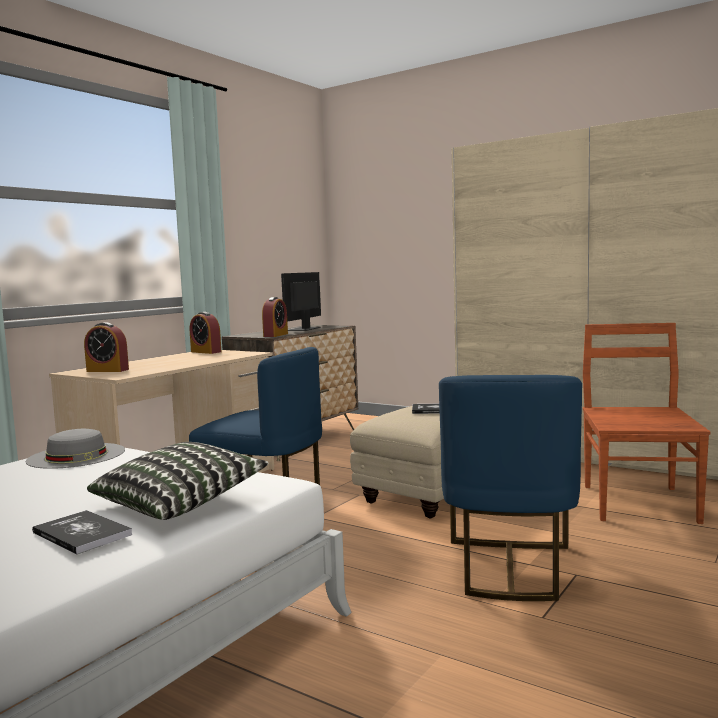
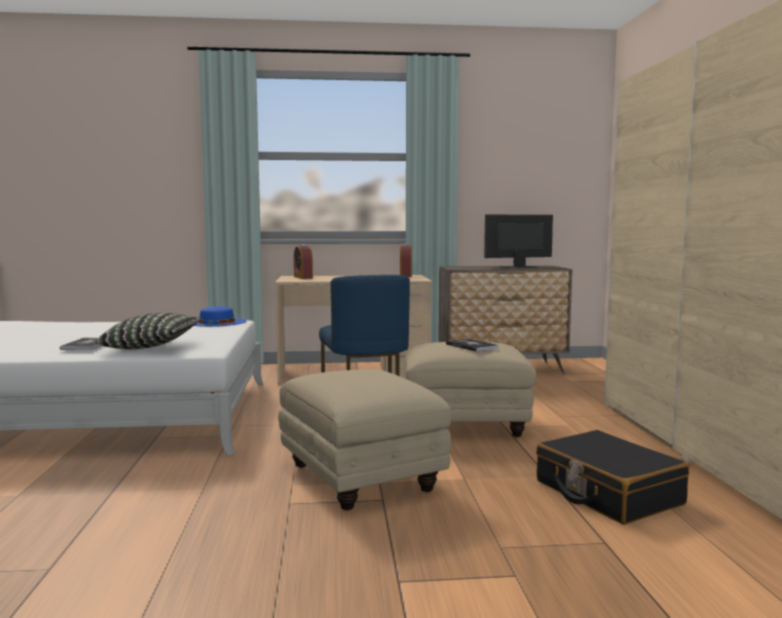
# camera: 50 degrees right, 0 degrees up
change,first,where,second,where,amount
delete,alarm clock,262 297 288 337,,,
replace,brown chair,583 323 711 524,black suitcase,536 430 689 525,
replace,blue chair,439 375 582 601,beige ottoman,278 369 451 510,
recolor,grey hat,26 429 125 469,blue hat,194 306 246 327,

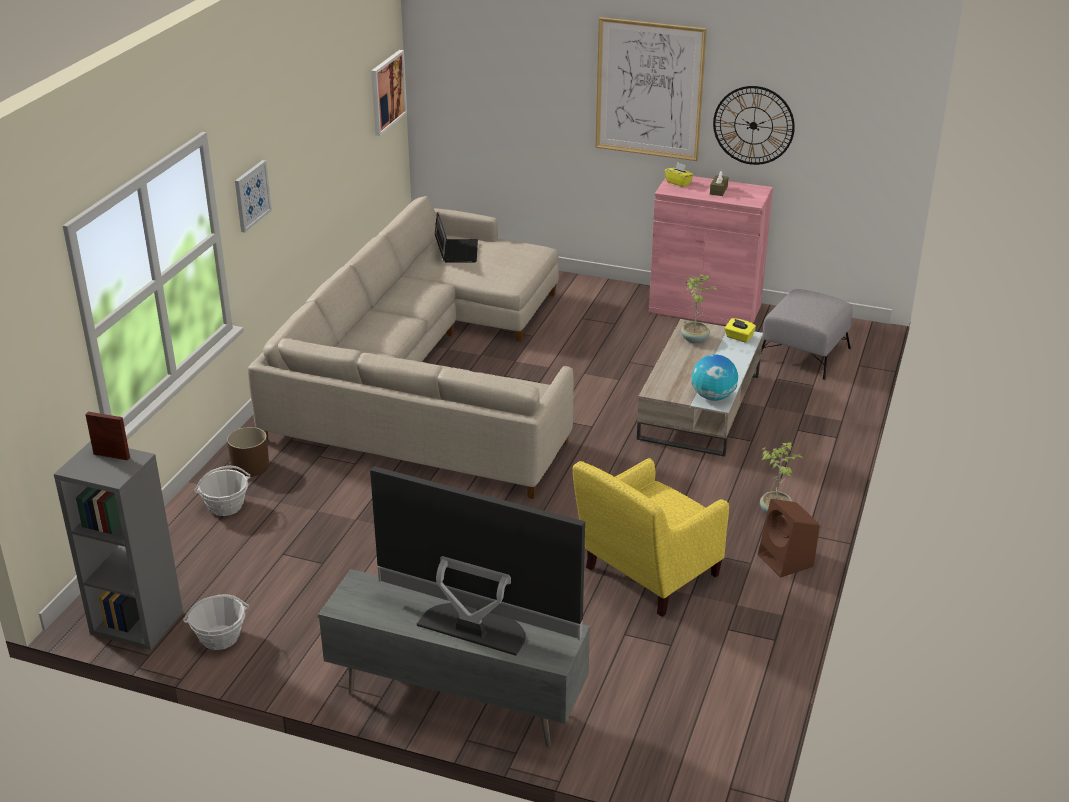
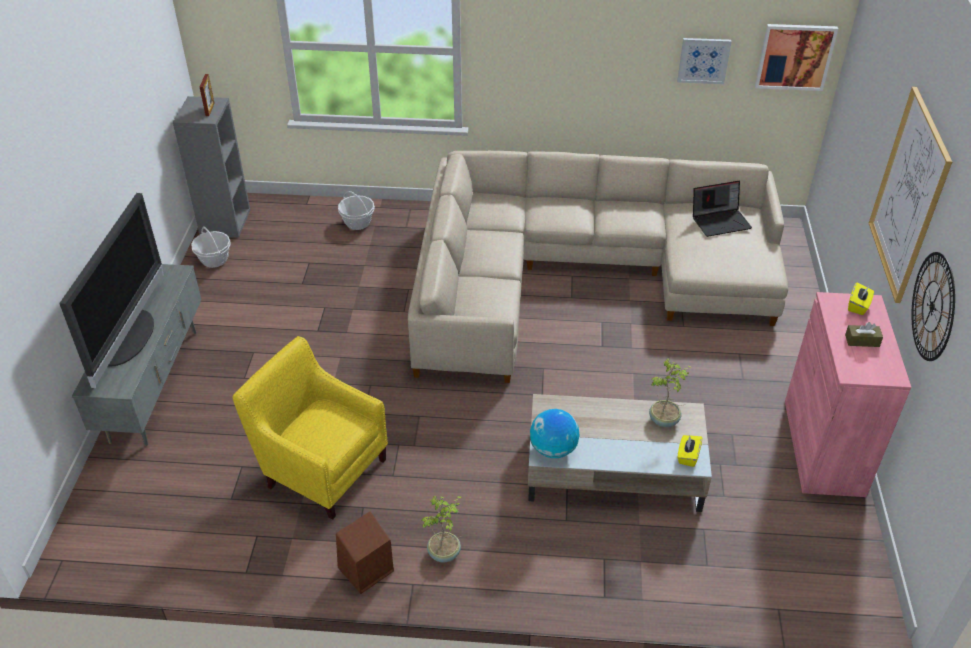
# camera: 75 degrees right, 10 degrees up
change,first,where,second,where,amount
move,picture,235 160 272 233,,677 38 732 84,
delete,grey ottoman,761 289 853 380,,,
delete,brown planter,227 427 269 477,,,

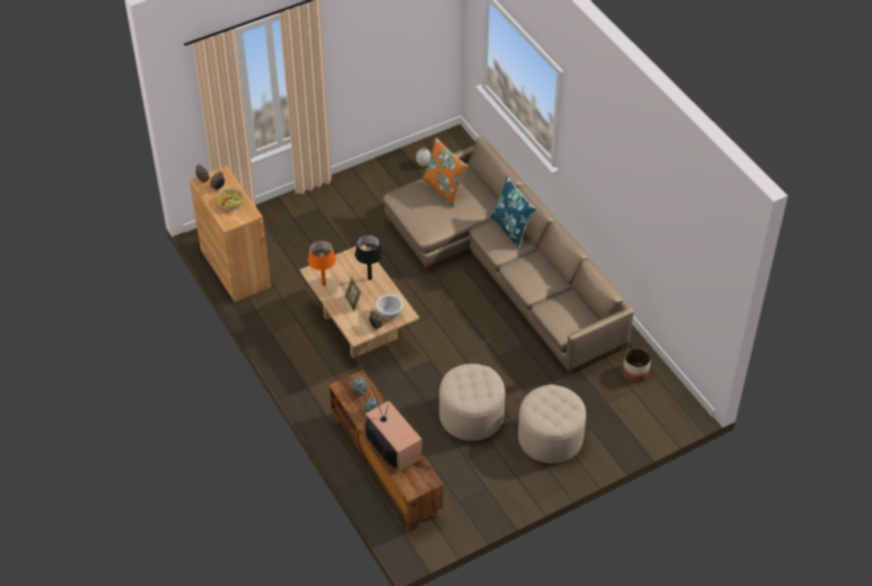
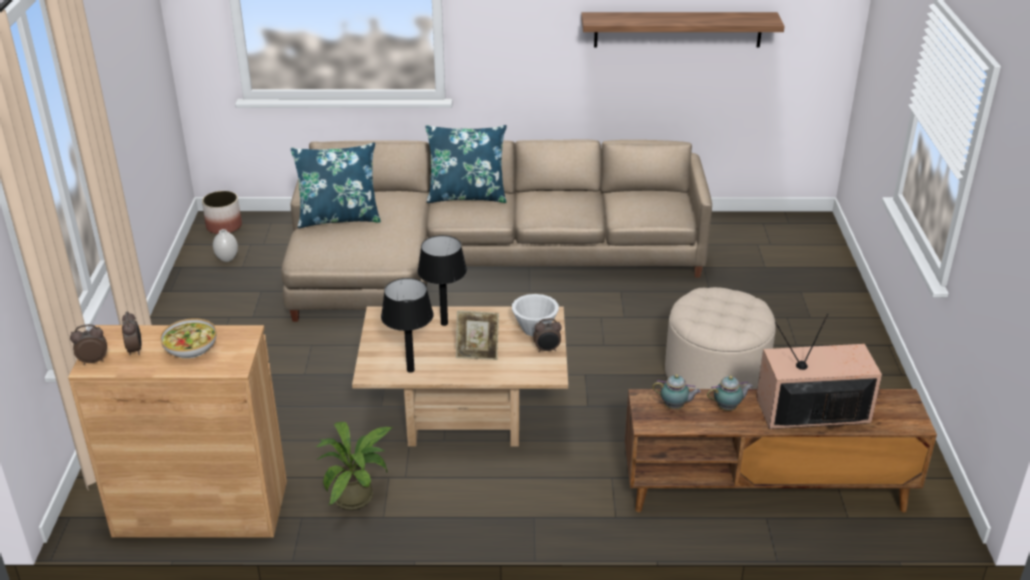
# camera: 60 degrees left, 15 degrees down
change,first,where,second,where,amount
recolor,orange pillow,421 137 469 208,blue pillow,291 142 381 228,
recolor,orange table lamp,308 240 336 286,black table lamp,381 278 434 373,
move,planter,623 348 651 382,,202 191 242 234,
delete,beige ottoman,518 384 586 464,,,
insert,,,shelf,581 12 785 48,
insert,,,potted plant,316 422 393 510,

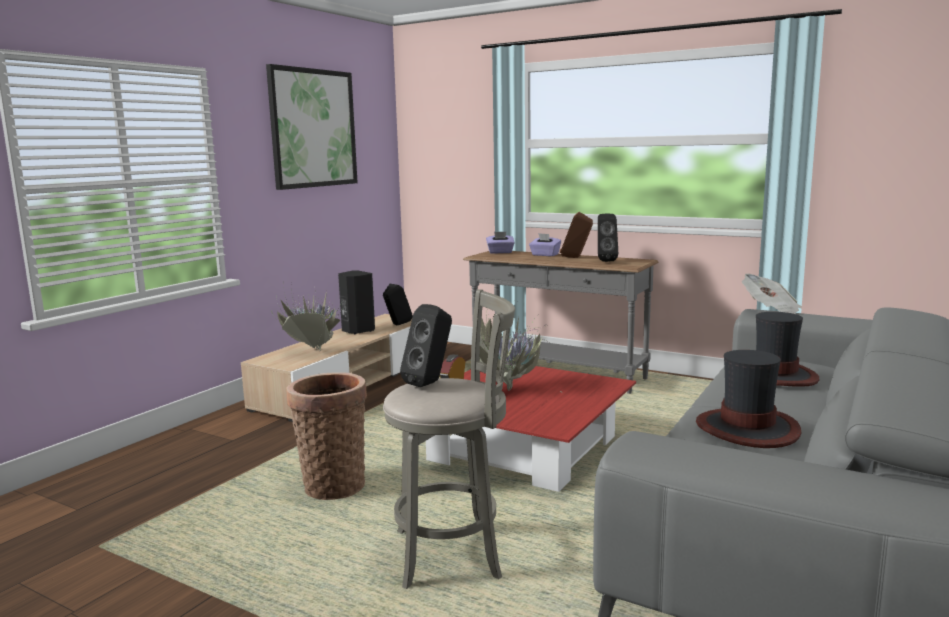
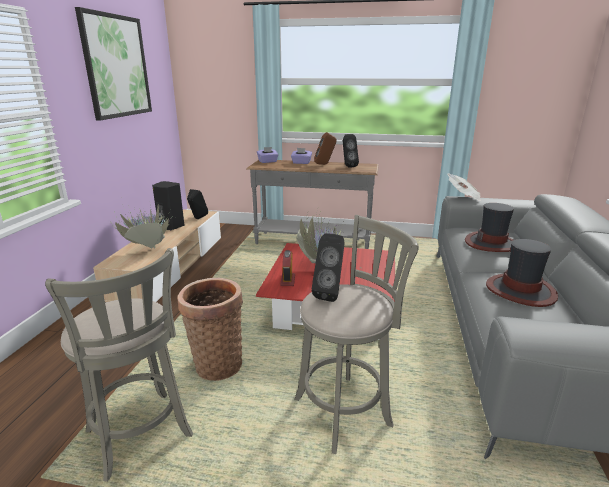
# camera: 20 degrees left, 10 degrees up
change,first,where,second,where,amount
insert,,,grey stool,45 248 193 482,

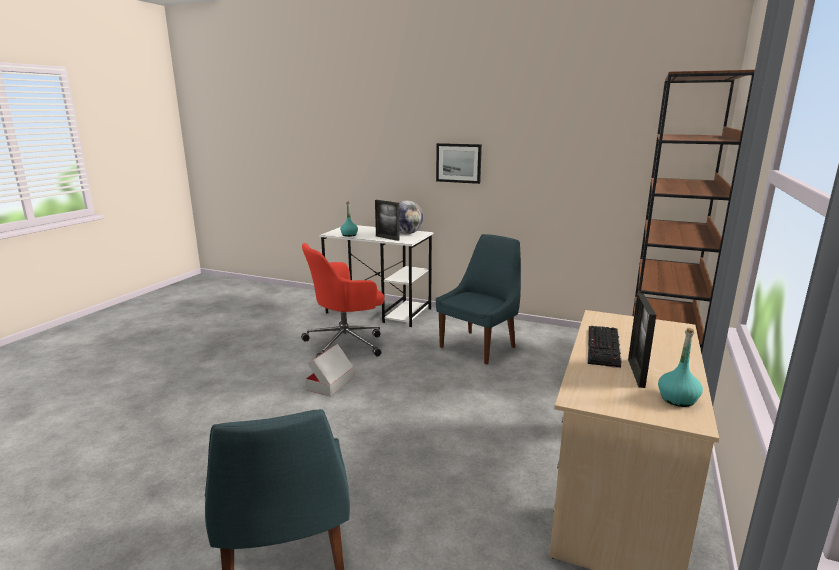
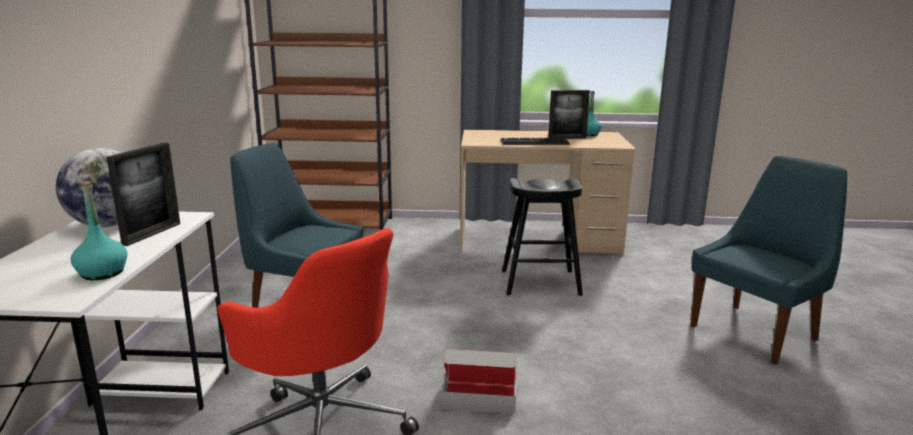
# camera: 110 degrees left, 0 degrees up
change,first,where,second,where,amount
delete,picture,436 143 482 184,,,
insert,,,black stool,502 178 583 296,

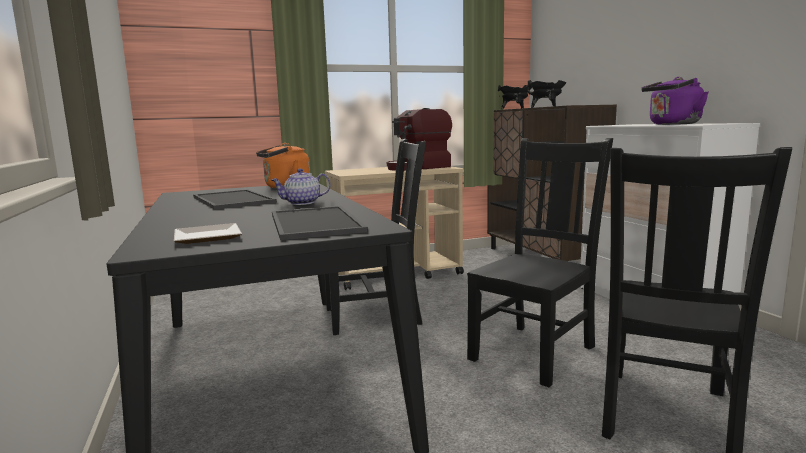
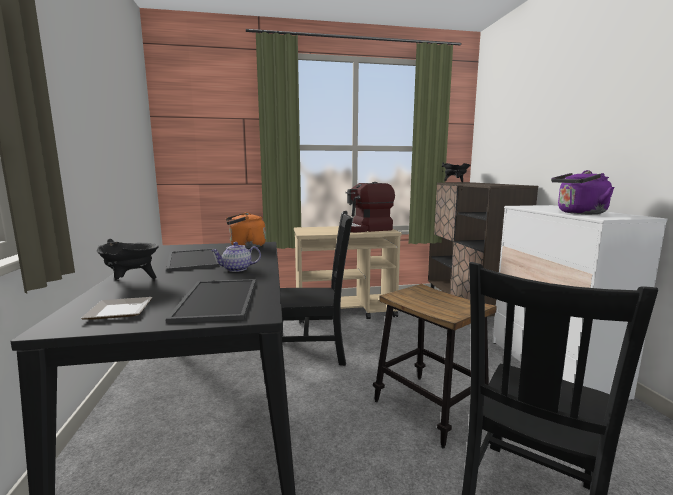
# camera: 10 degrees right, 0 degrees up
change,first,where,second,where,amount
move,black cooking pot,526 80 566 108,,97 238 159 280,
replace,black chair,467 138 613 387,stool,373 284 497 449,

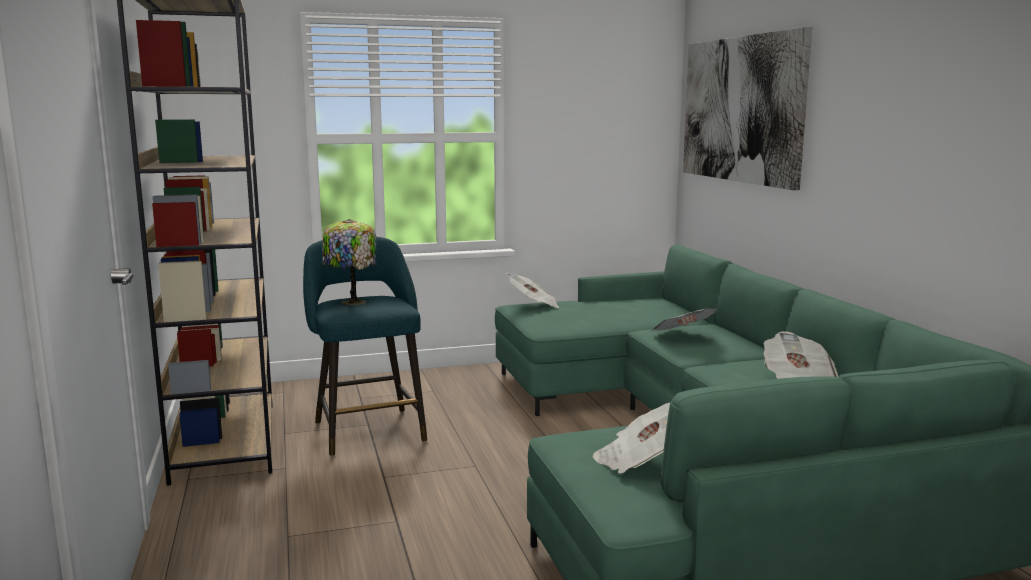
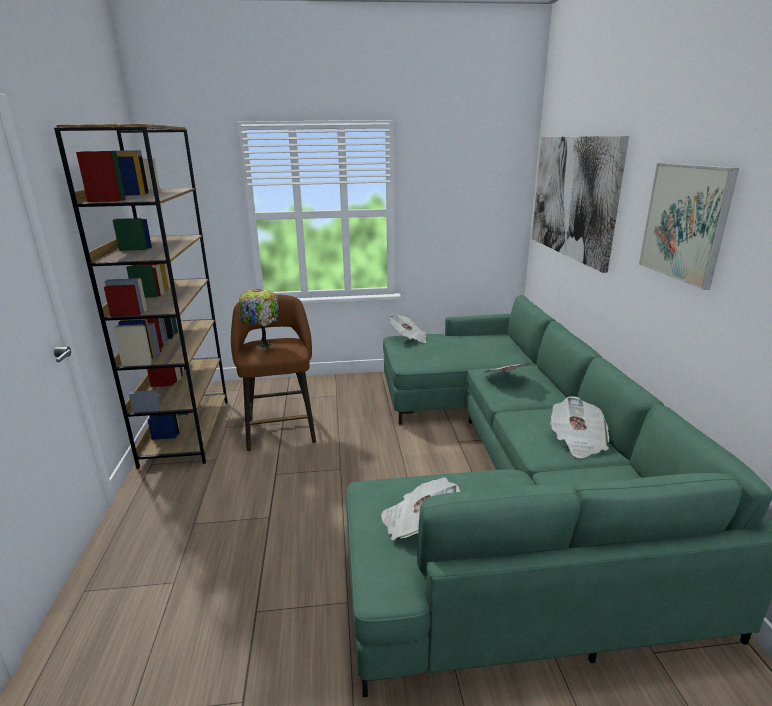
# camera: 10 degrees right, 10 degrees up
change,first,where,second,where,amount
recolor,turquoise stool,303 237 427 457,brown stool,231 294 316 452,
insert,,,picture,639 163 739 290,

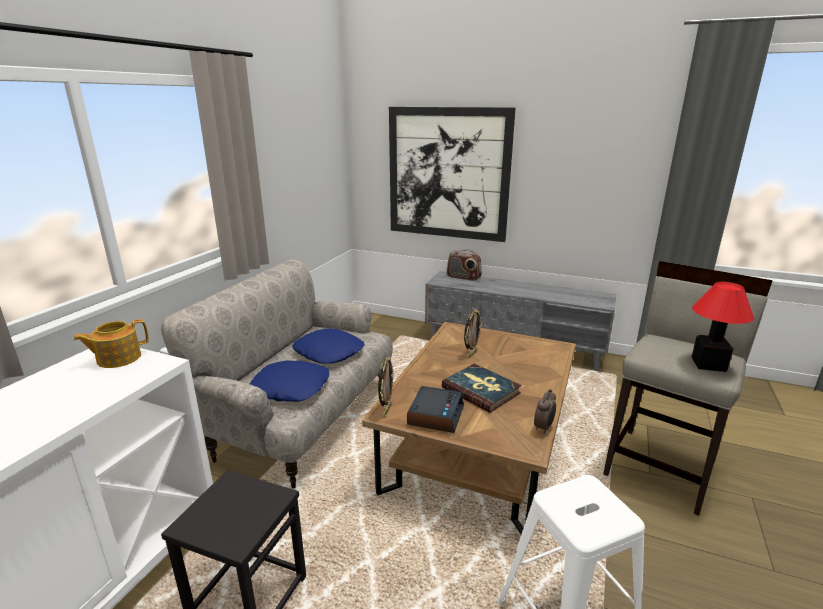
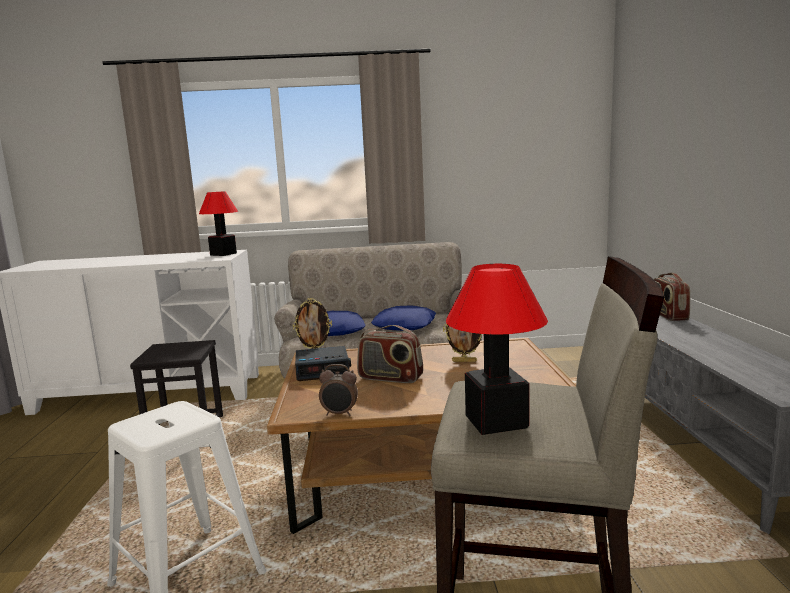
# camera: 65 degrees right, 10 degrees down
change,first,where,second,where,amount
delete,picture,389 107 516 242,,,
replace,teapot,73 319 149 368,table lamp,199 192 238 256,
replace,book,442 363 522 413,radio,357 325 423 383,

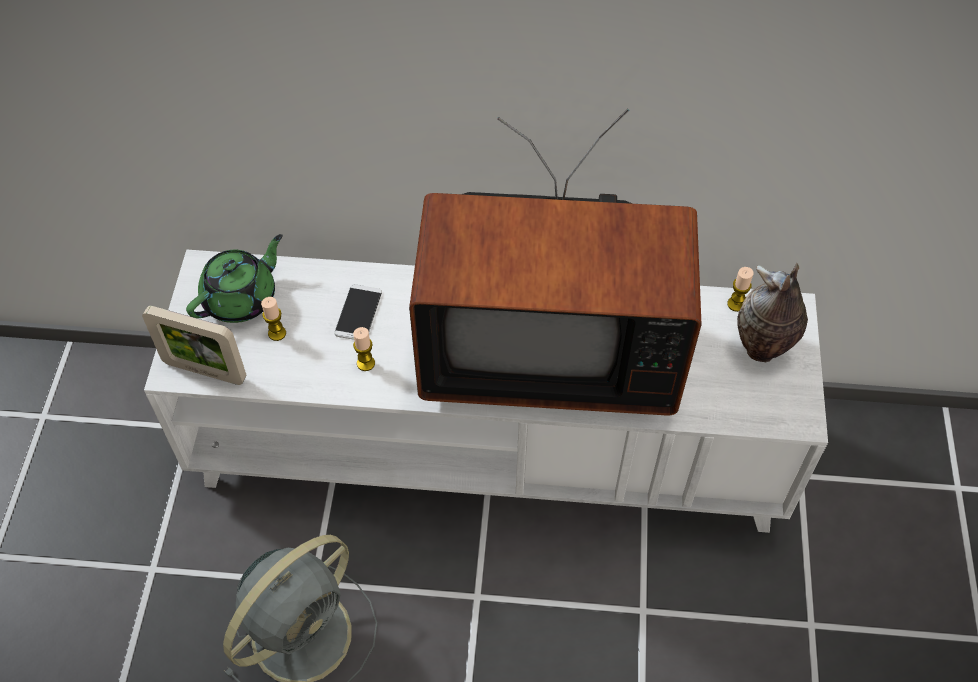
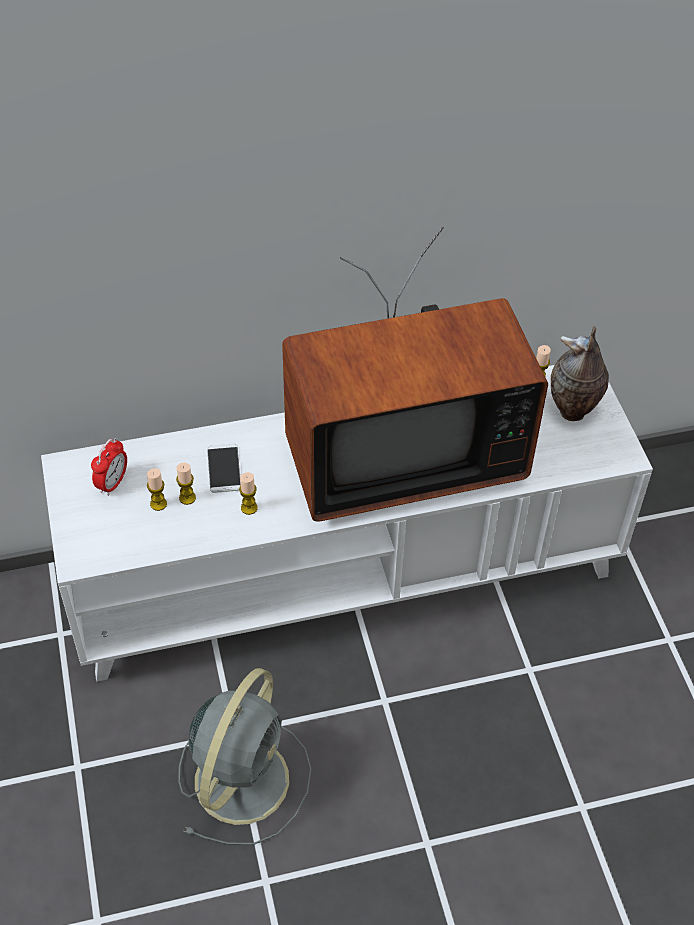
# camera: 20 degrees left, 5 degrees down
change,first,where,second,where,amount
replace,green teapot,186 234 283 323,alarm clock,91 438 127 496,
delete,picture frame,142 306 246 385,,,
insert,,,candle,176 463 196 505,

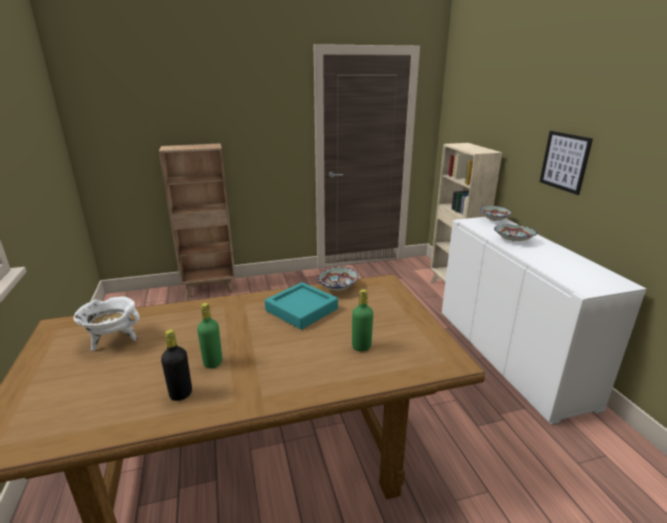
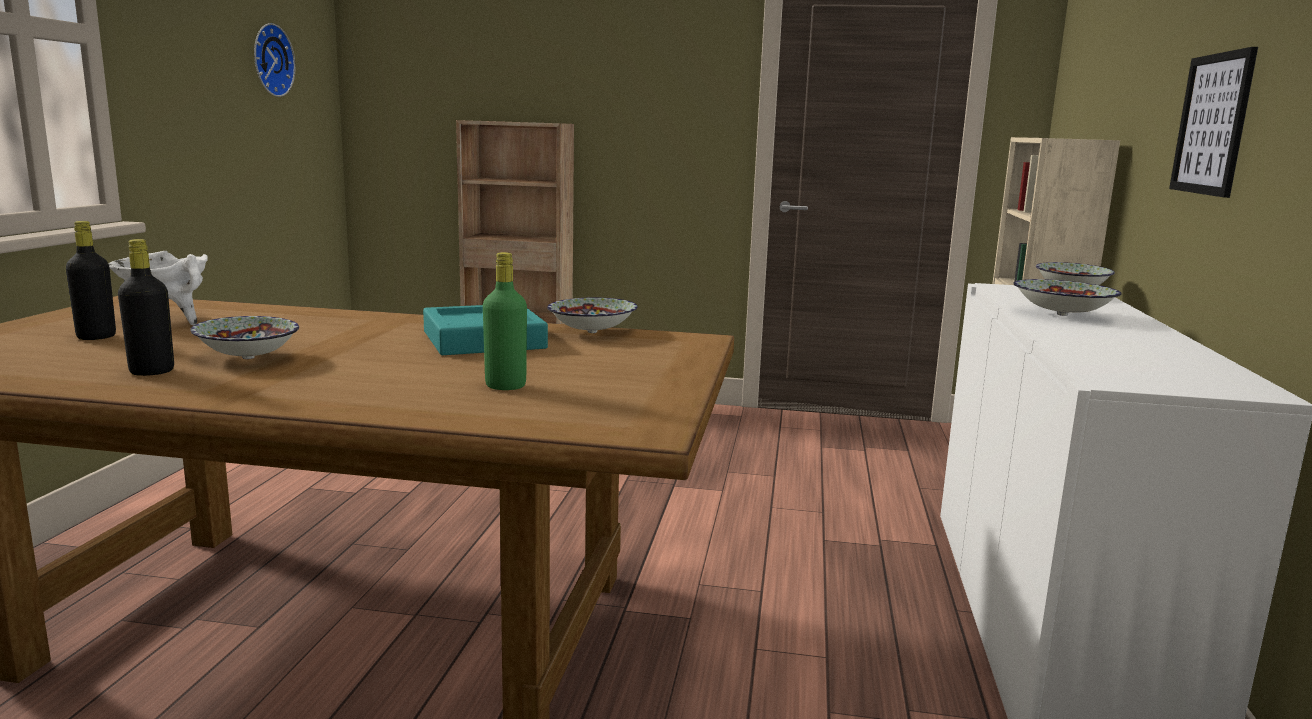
# camera: 25 degrees right, 10 degrees down
change,first,where,second,where,amount
replace,green bottle,197 303 222 368,bowl,190 316 299 359,
insert,,,wall clock,254 23 296 97,
insert,,,black bottle,65 221 116 340,

